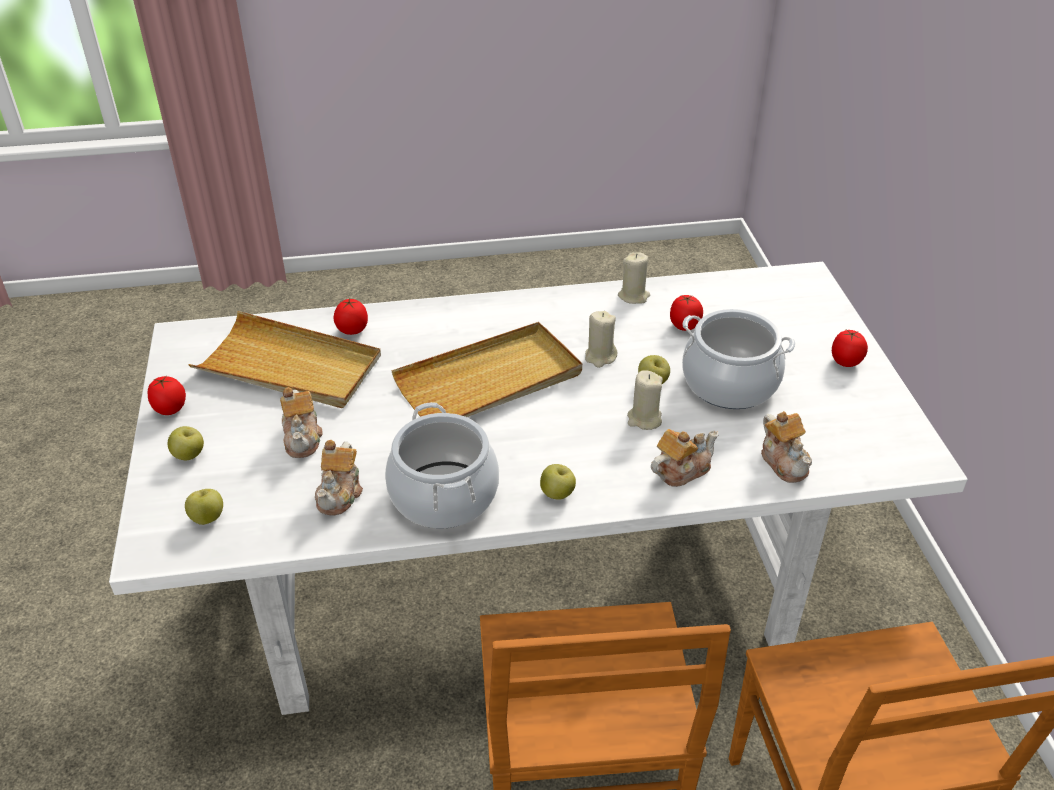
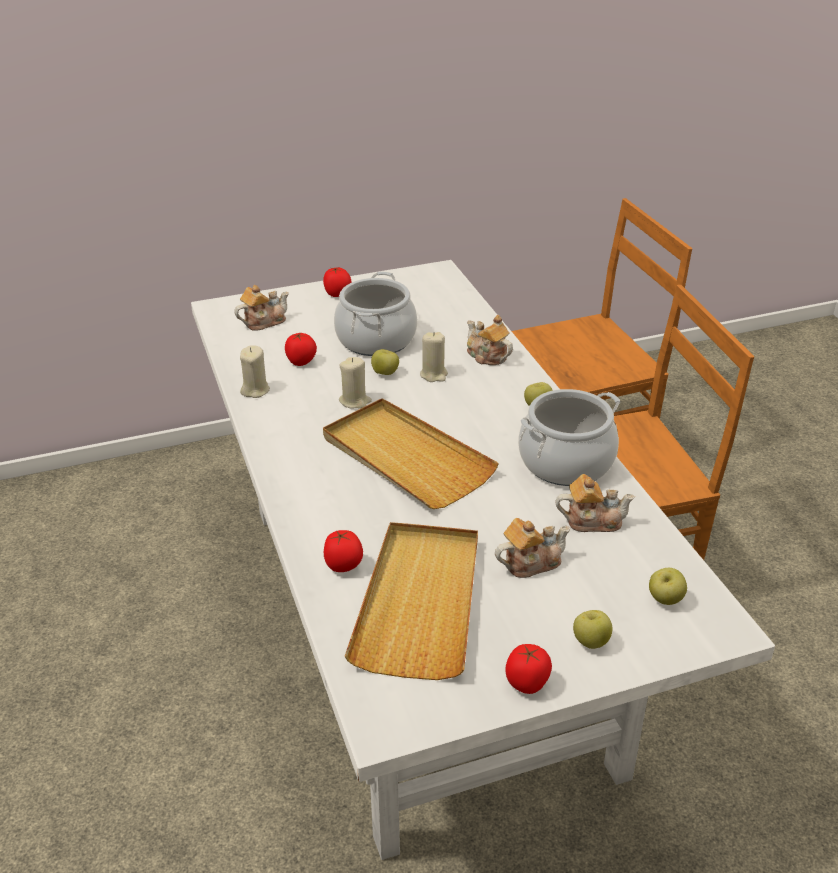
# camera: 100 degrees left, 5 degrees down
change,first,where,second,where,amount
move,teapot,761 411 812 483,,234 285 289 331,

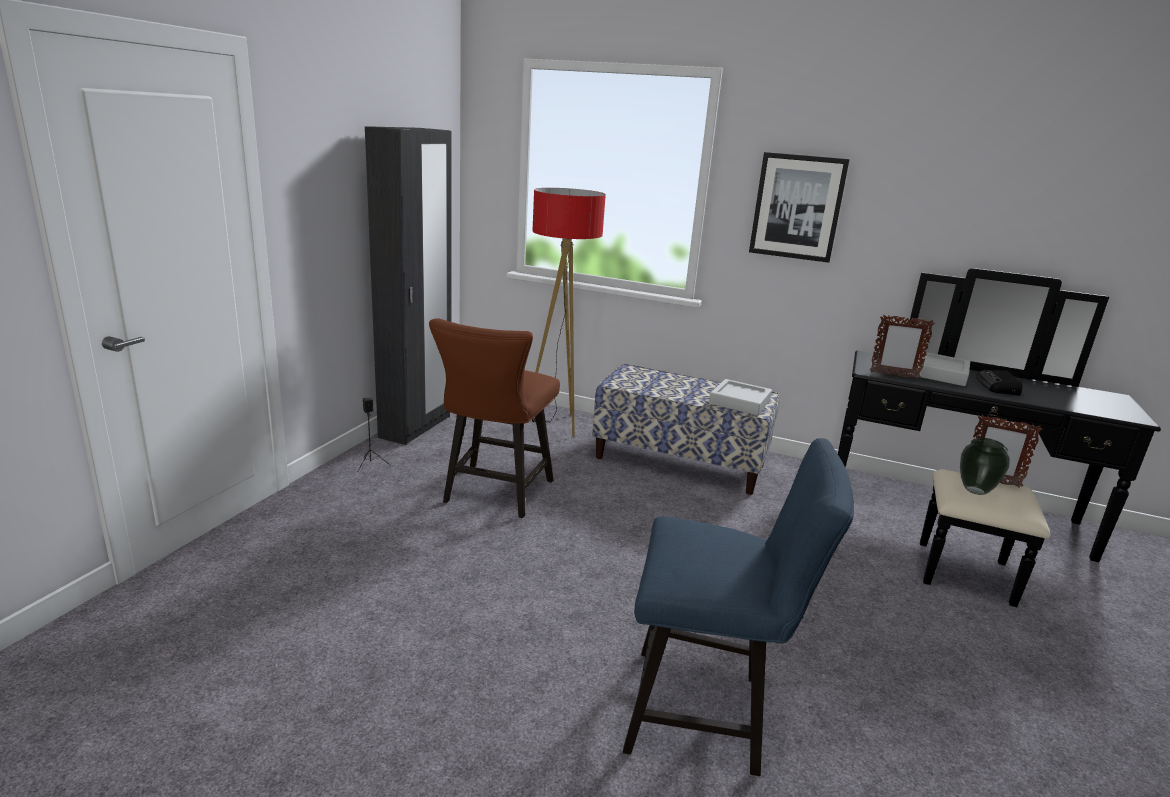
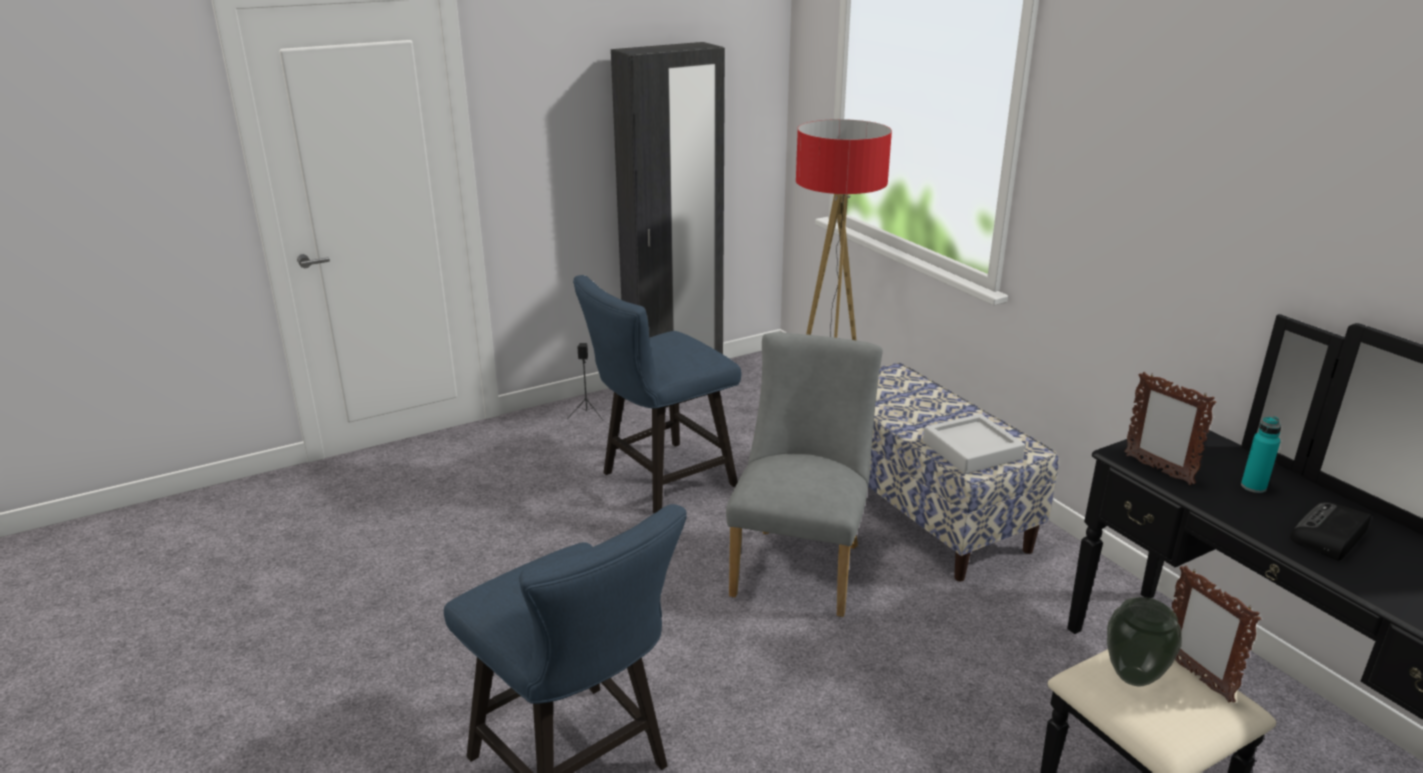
# camera: 40 degrees right, 5 degrees up
change,first,where,second,where,amount
delete,picture,749 152 850 263,,,
recolor,brown chair,429 318 560 518,blue chair,573 275 741 513,
replace,grey tray,908 351 970 386,turquoise bottle,1241 416 1281 493,
insert,,,grey chair,726 332 883 617,

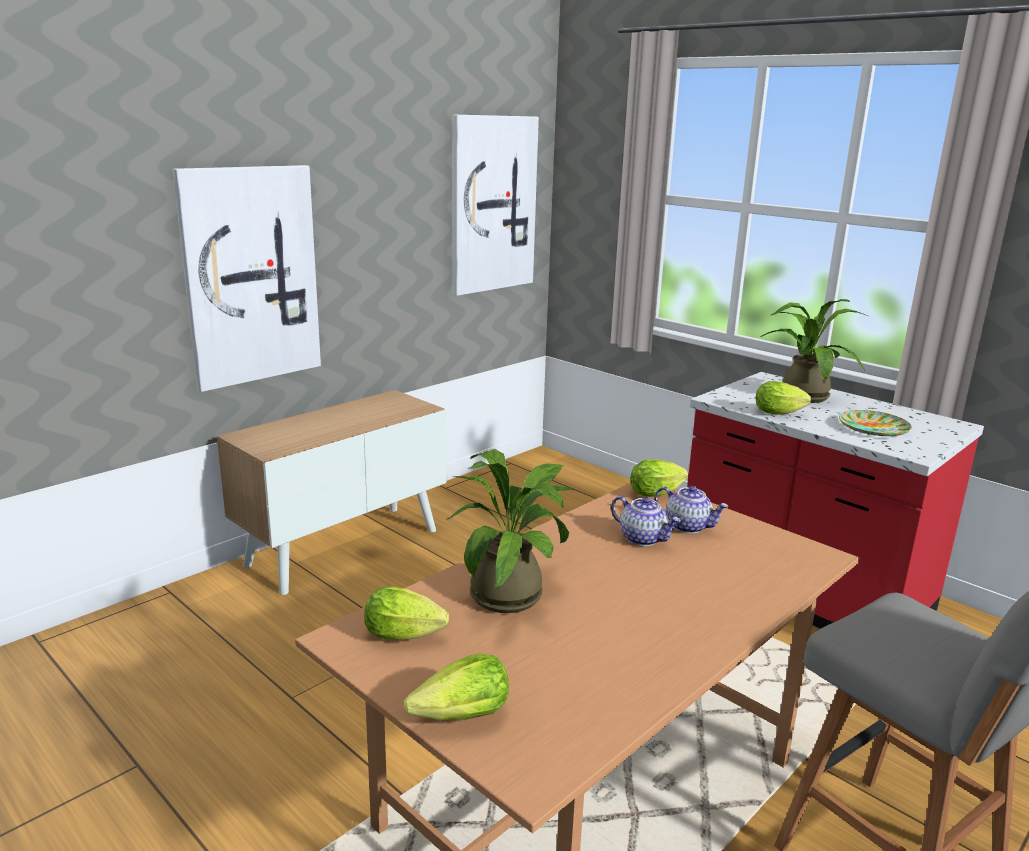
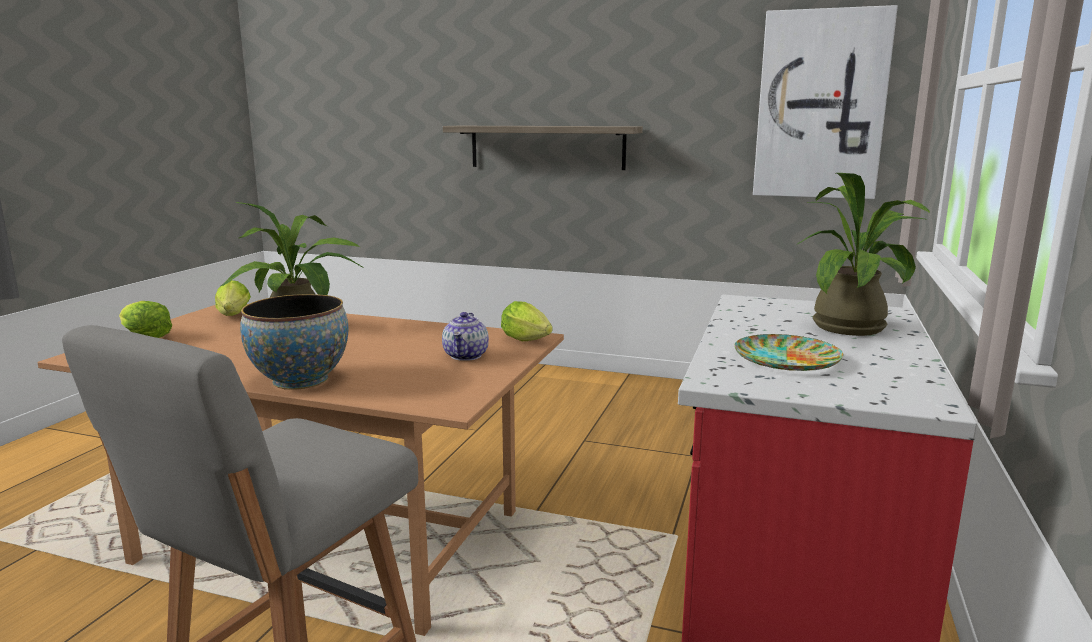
# camera: 65 degrees right, 5 degrees down
change,first,where,second,where,amount
replace,picture,173 165 321 392,shelf,443 126 643 170,
delete,lettuce,756 381 811 415,,,
delete,cabinet,217 390 447 595,,,
delete,teapot,611 496 681 546,,,
insert,,,bowl,240 294 349 390,

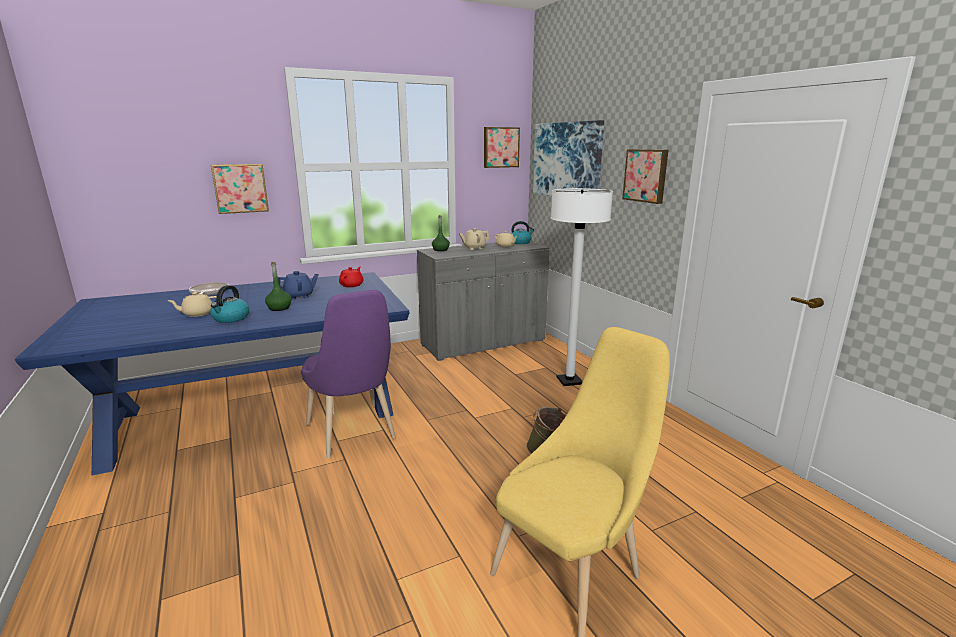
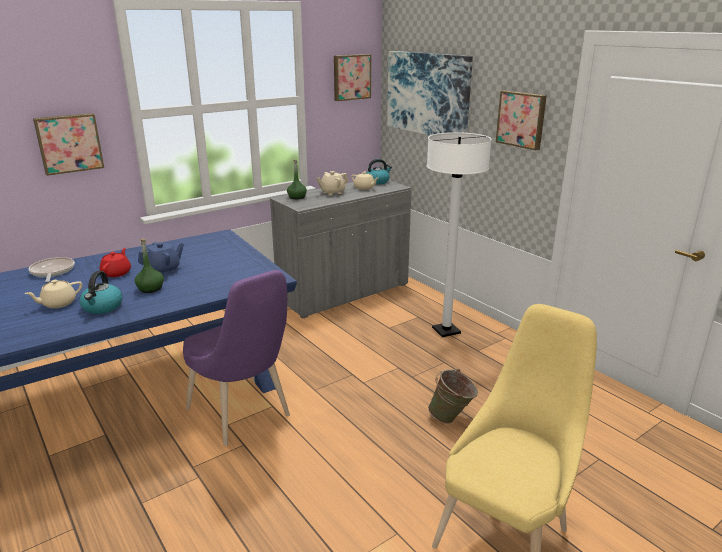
# camera: 10 degrees left, 5 degrees up
change,first,where,second,where,amount
move,red teapot,339 267 364 287,,100 248 131 277,

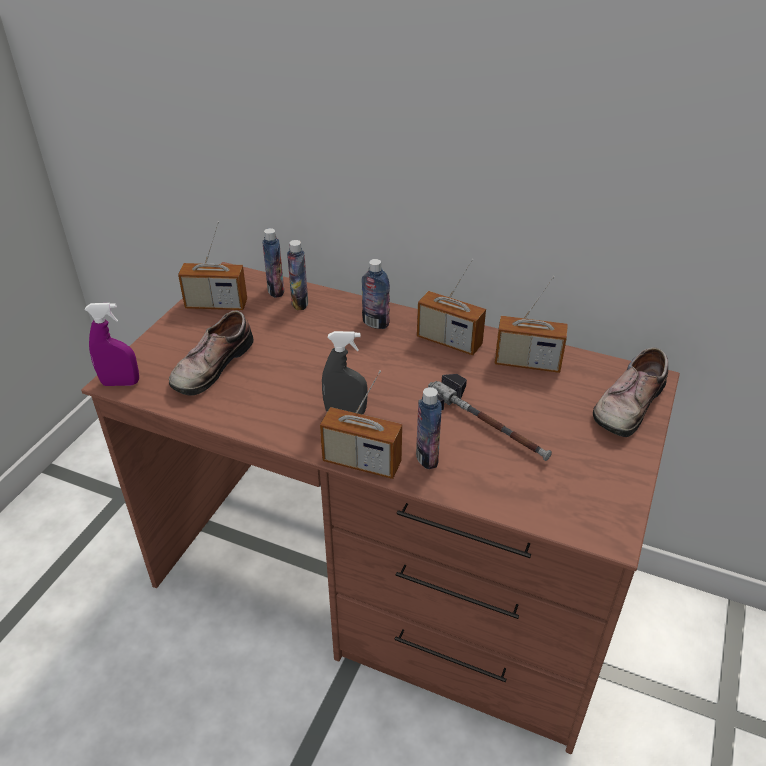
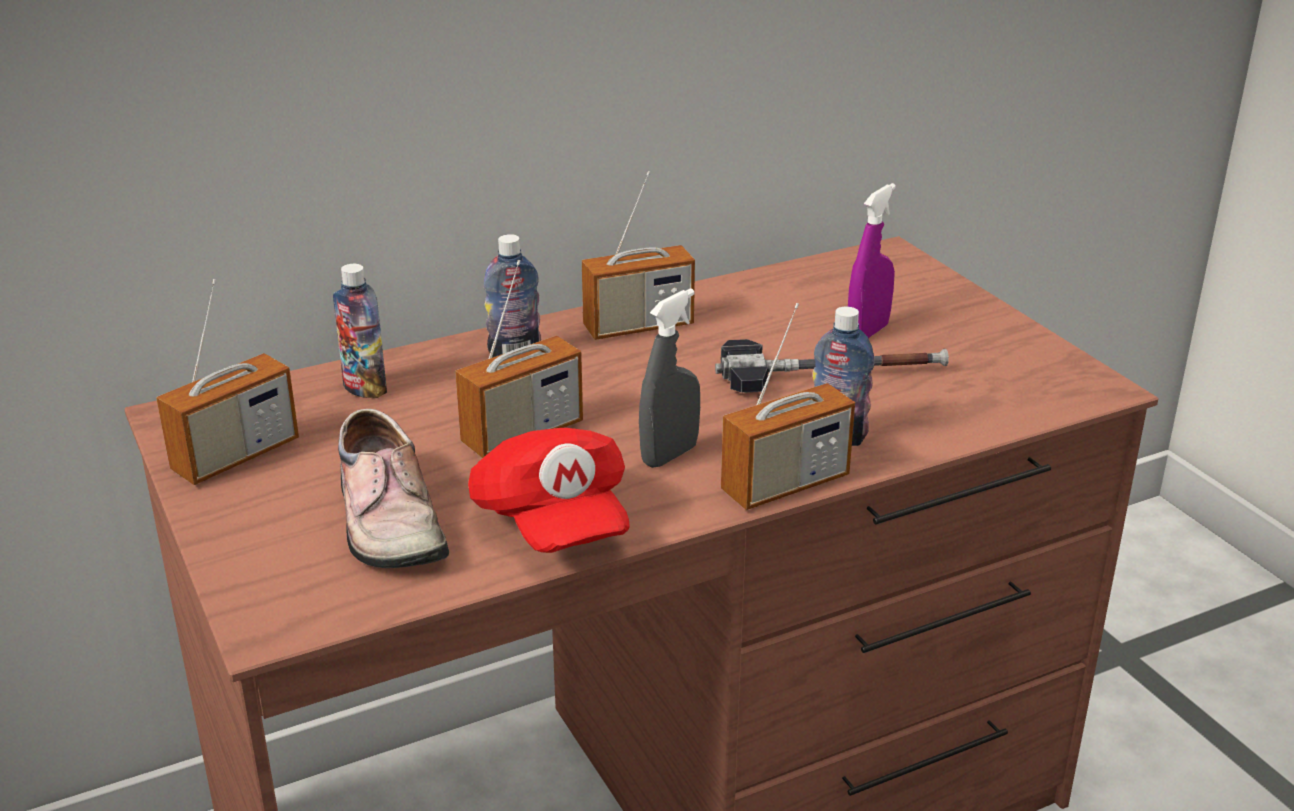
# camera: 50 degrees left, 10 degrees down
change,first,where,second,where,amount
delete,bottle,262 228 284 298,,,
move,radio,494 276 568 373,,455 260 583 458,
move,purple spray bottle,85 303 139 386,,848 183 896 338,
delete,shoe,593 347 668 437,,,
insert,,,red cap,468 428 630 553,

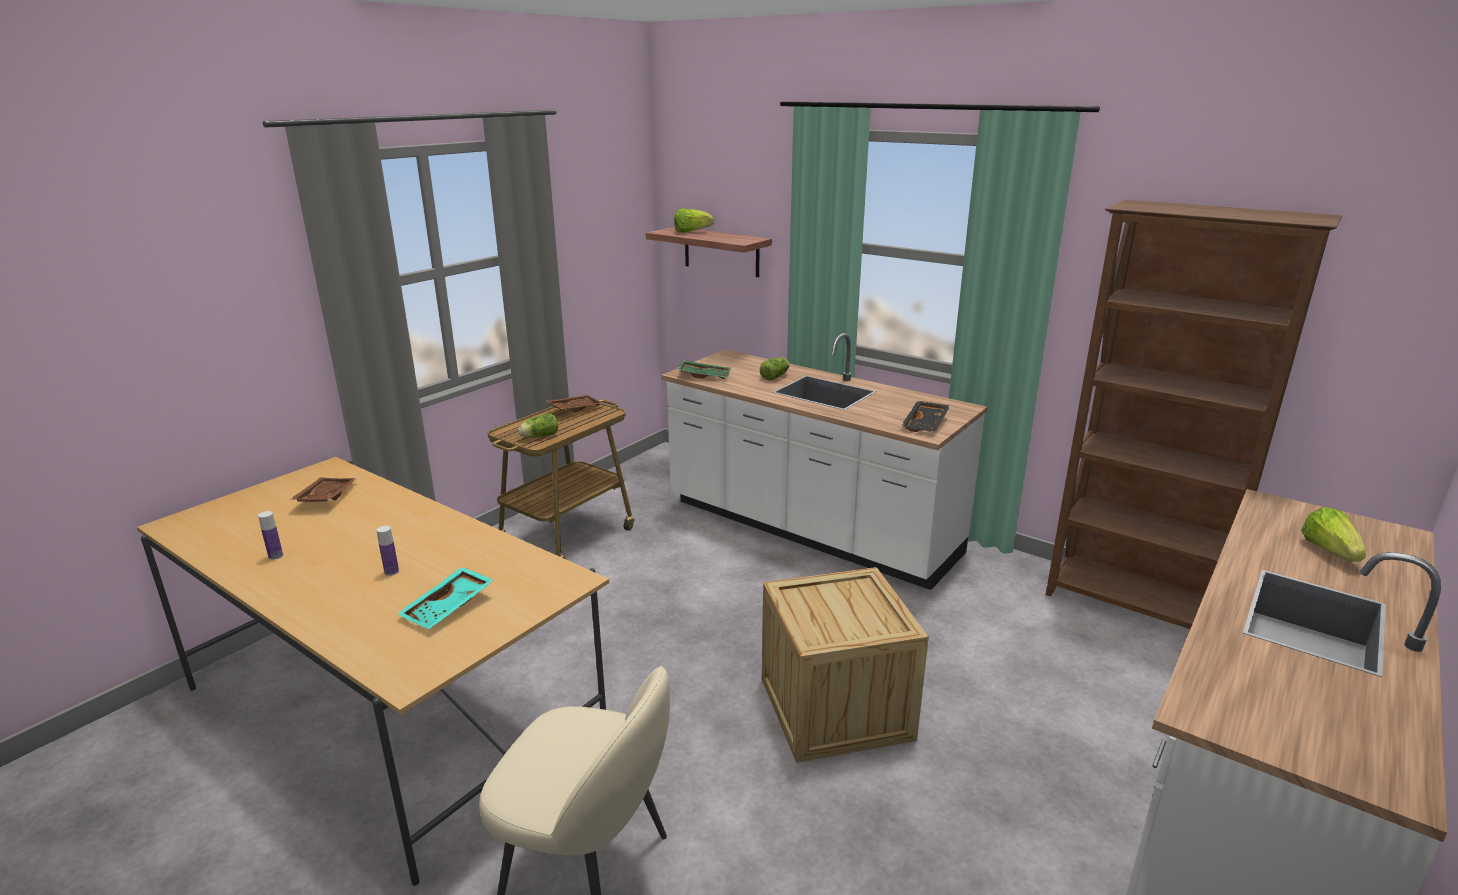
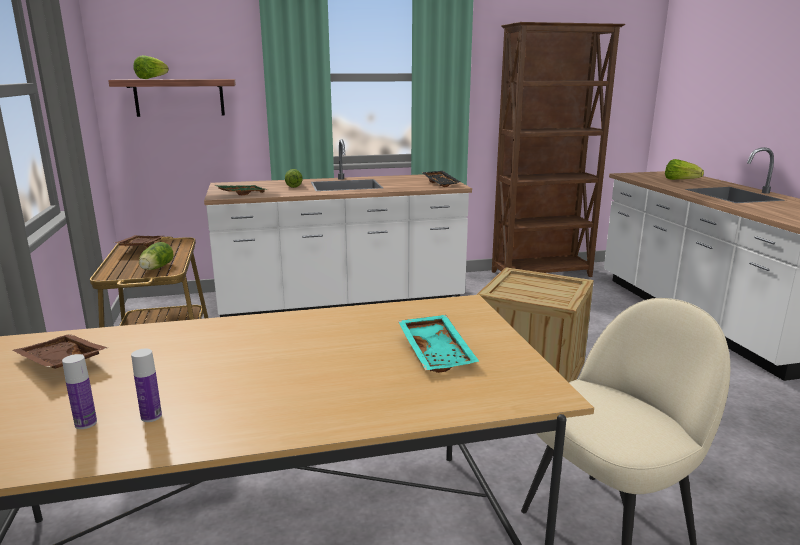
# camera: 50 degrees left, 5 degrees down
change,first,where,second,where,amount
move,bottle,377 526 399 576,,62 354 97 429,

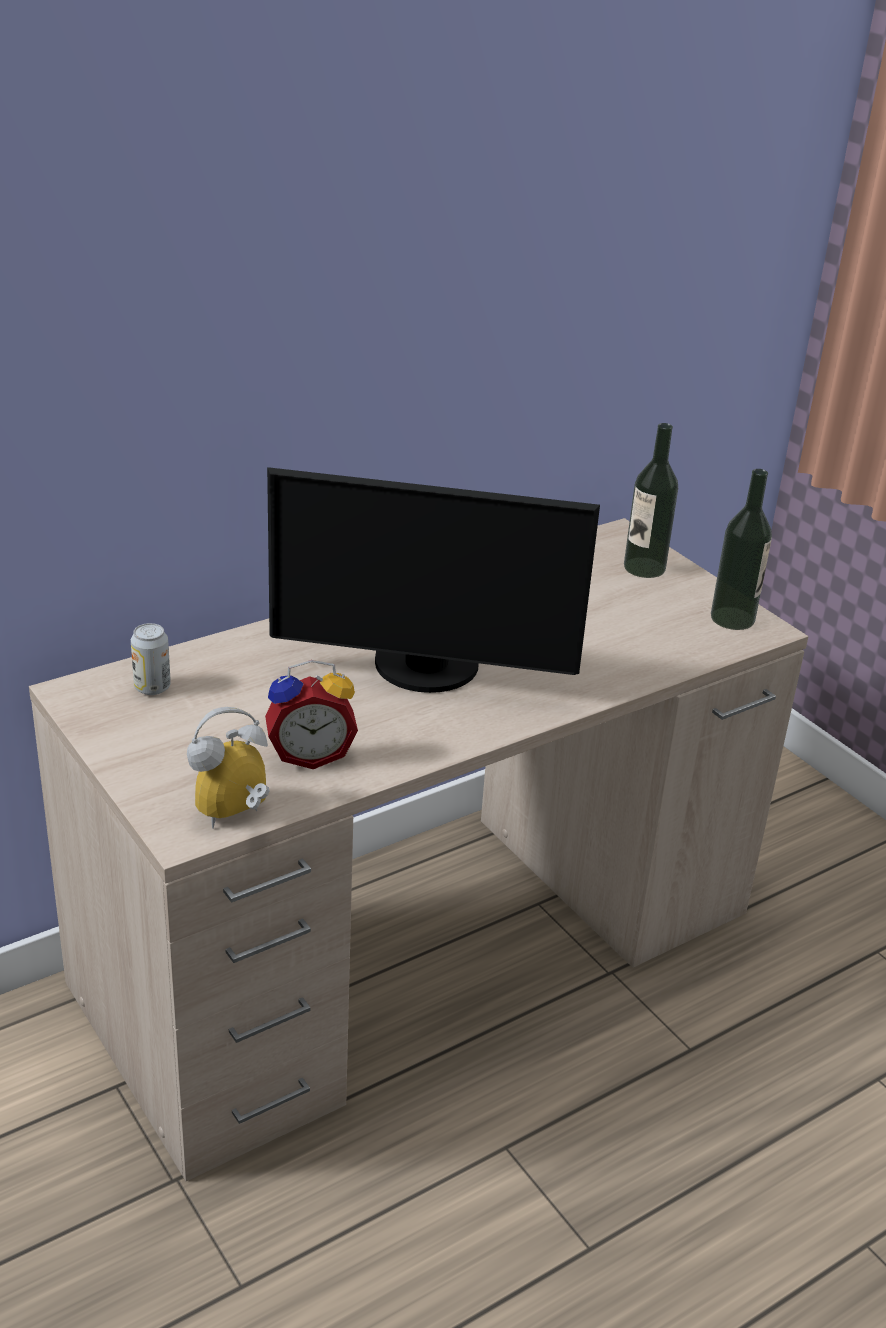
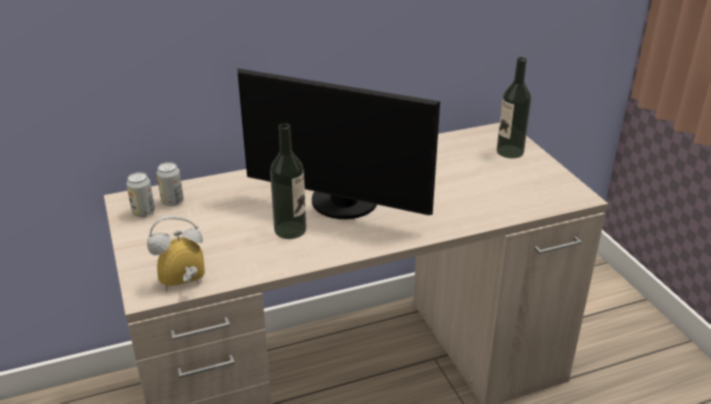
# camera: 15 degrees right, 0 degrees up
change,first,where,second,where,amount
move,bottle,711 469 772 630,,270 123 306 239,
delete,alarm clock,265 660 358 769,,,
insert,,,can,126 172 155 217,

